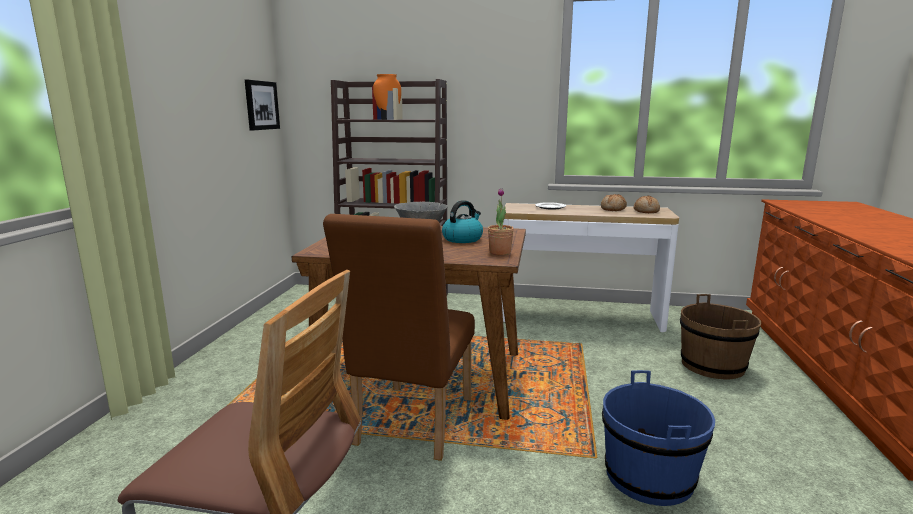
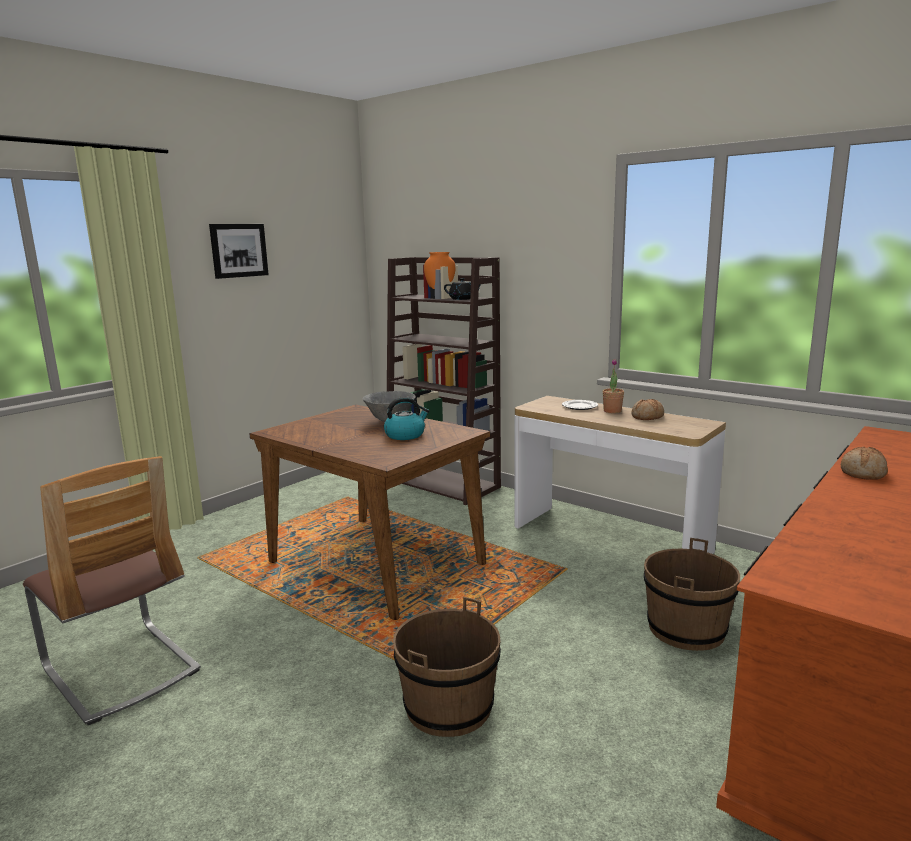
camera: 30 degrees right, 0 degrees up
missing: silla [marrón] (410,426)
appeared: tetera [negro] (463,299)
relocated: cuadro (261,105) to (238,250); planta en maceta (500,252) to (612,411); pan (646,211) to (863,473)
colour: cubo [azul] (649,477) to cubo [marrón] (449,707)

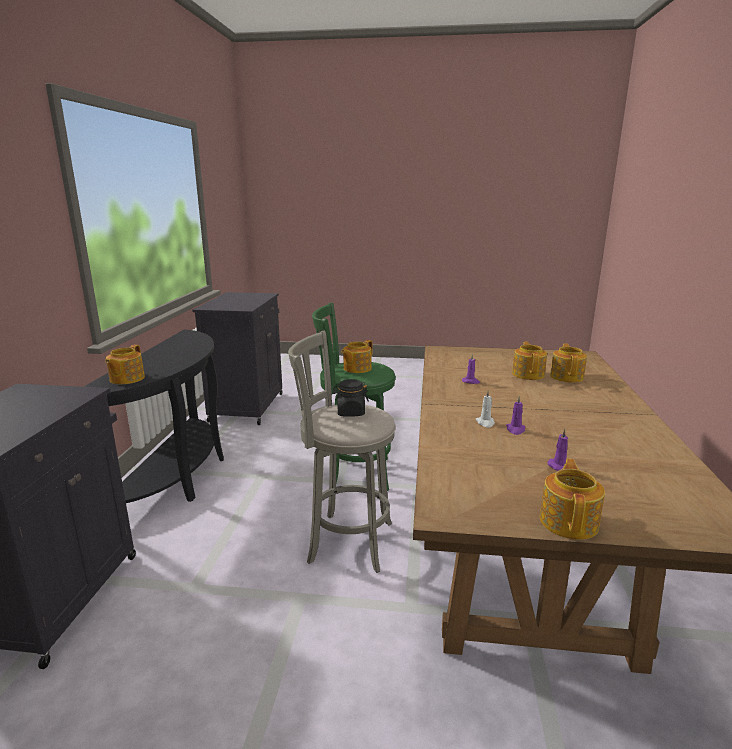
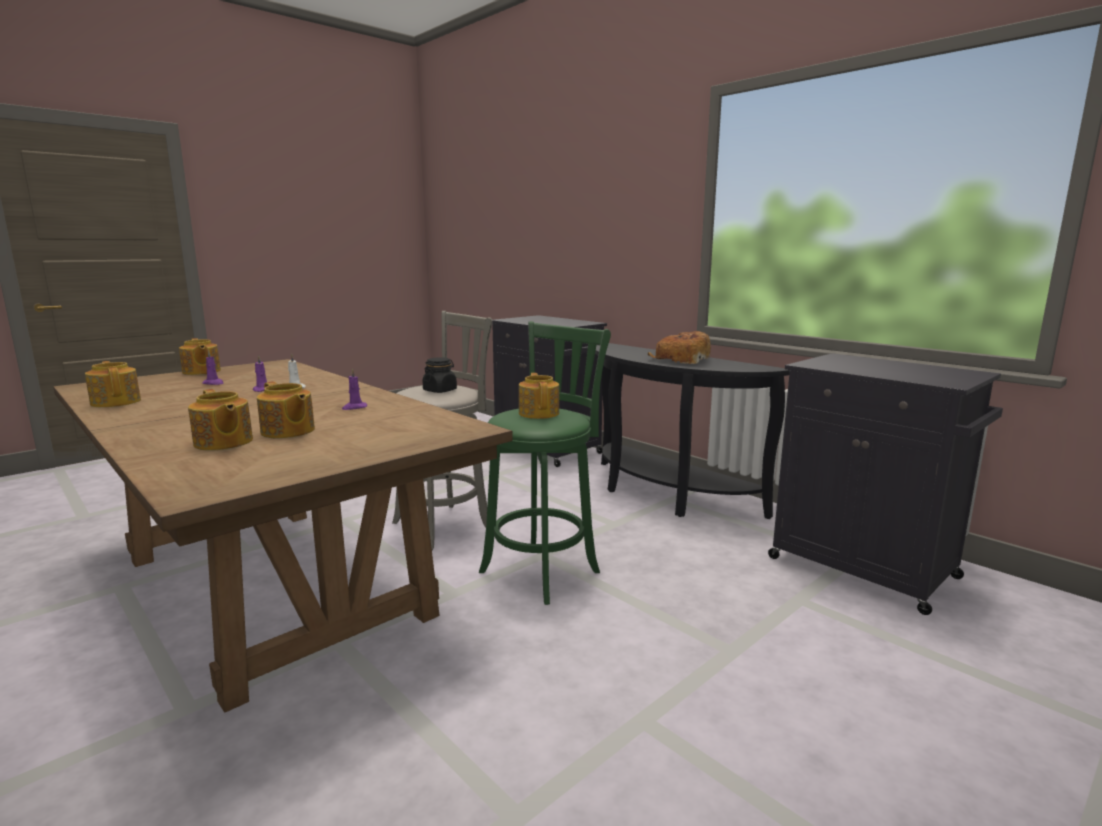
camera: 130 degrees right, 5 degrees down
appeared: pan (680,360)
relocated: tetera (126,379) to (116,402)

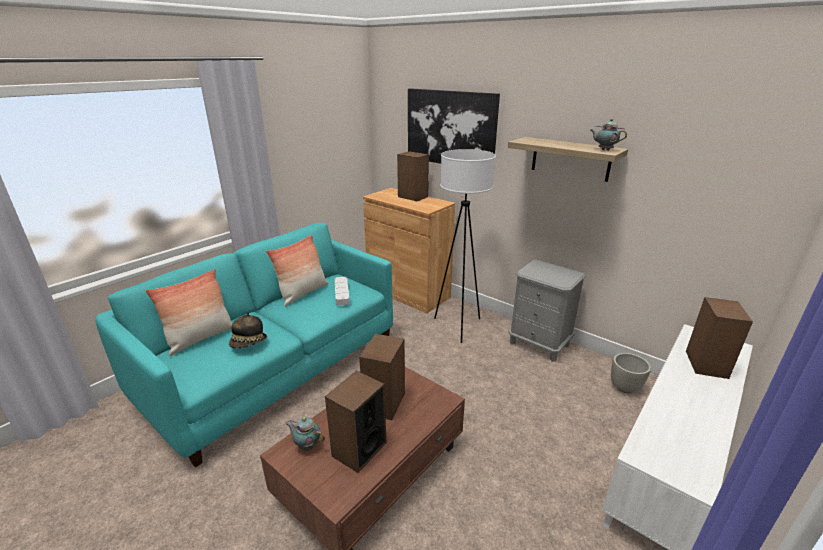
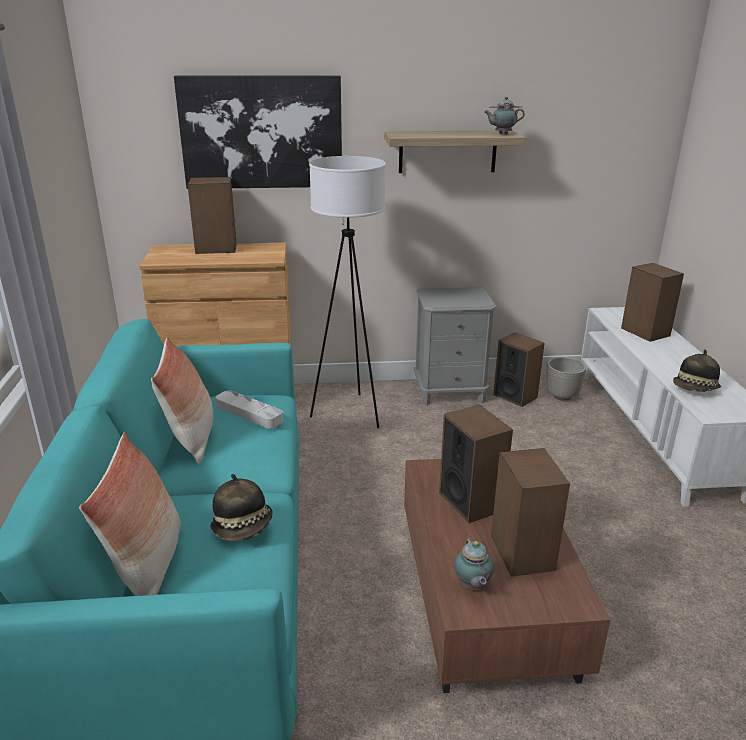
camera: 45 degrees left, 0 degrees up
appeared: altavoz (515,396); sombrero (695,389)
spun: tetera (307,445) = (472,586) 75 degrees counterclockwise

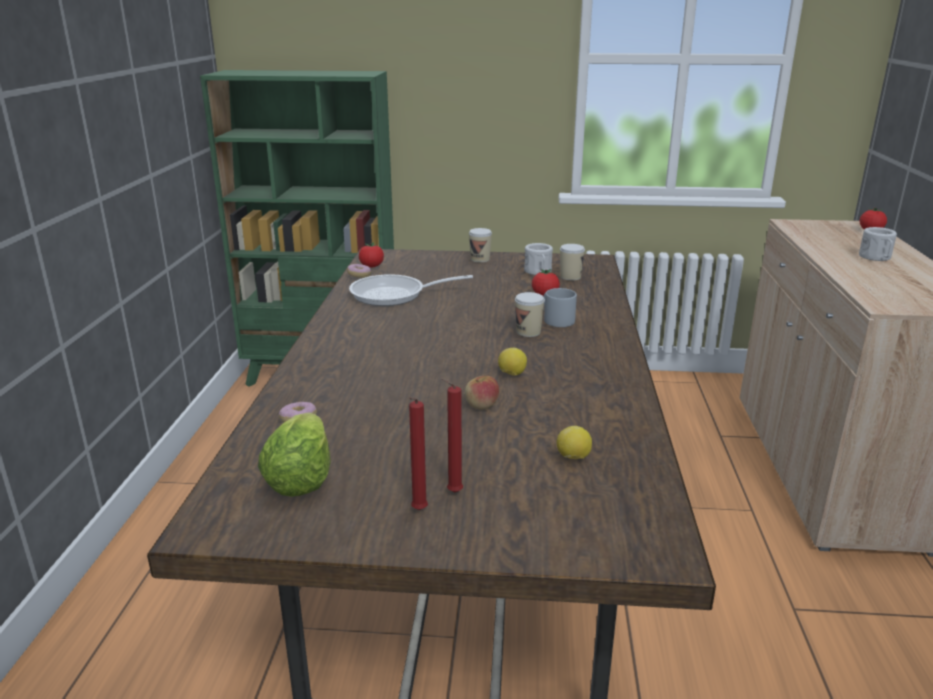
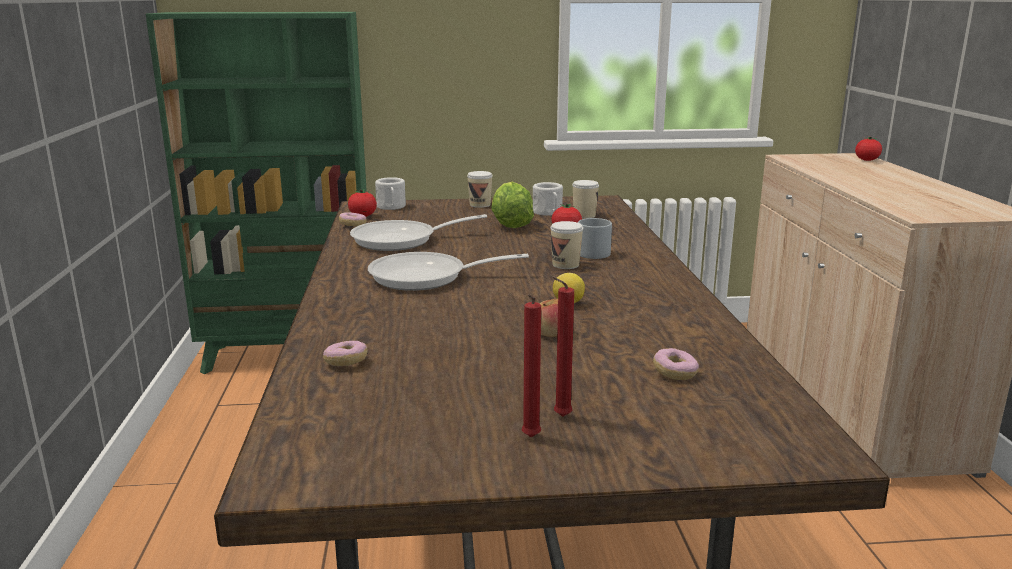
camera: 10 degrees left, 5 degrees down
appeared: sartén (426,277)
relocated: lechuga (300,479) to (510,224); taza grande [blanco] (876,258) to (391,207)
exchanged: limón (573,458) to rosquilla (675,373)

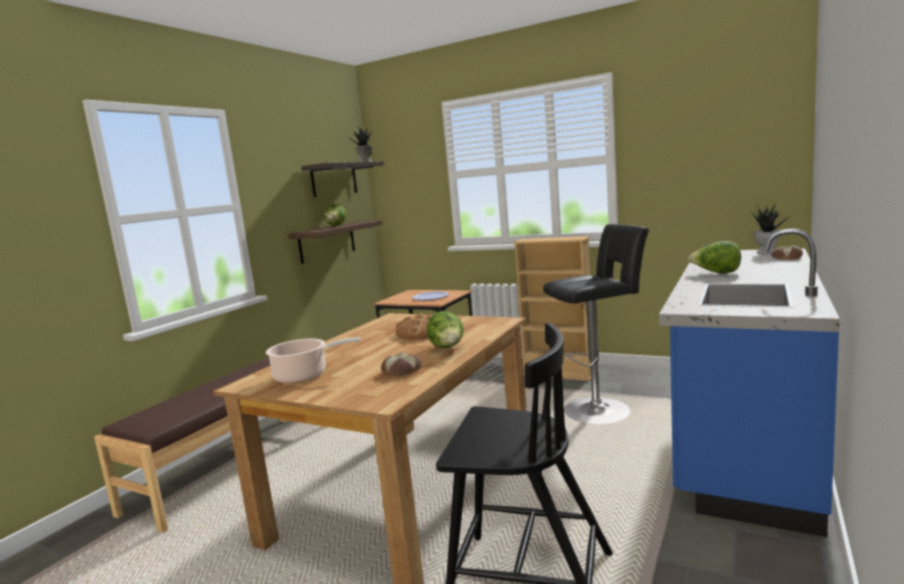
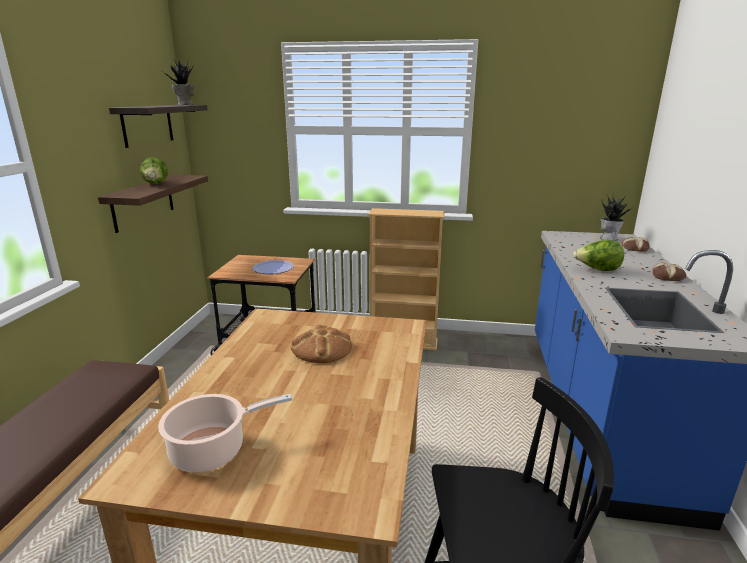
camera: 20 degrees left, 10 degrees up
missing: lechuga (448,349); taburete [negro] (601,409)
relocated: pan (402,371) to (668,277)

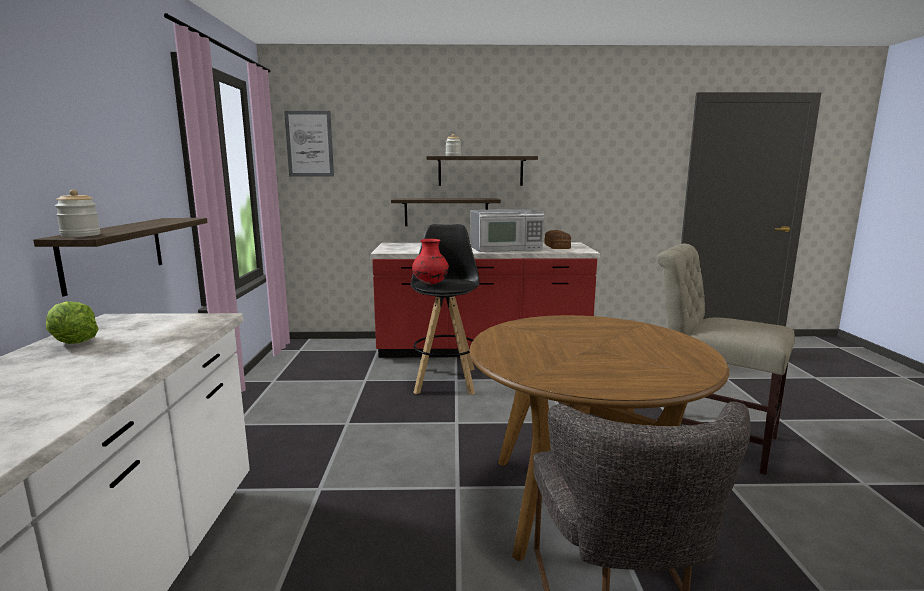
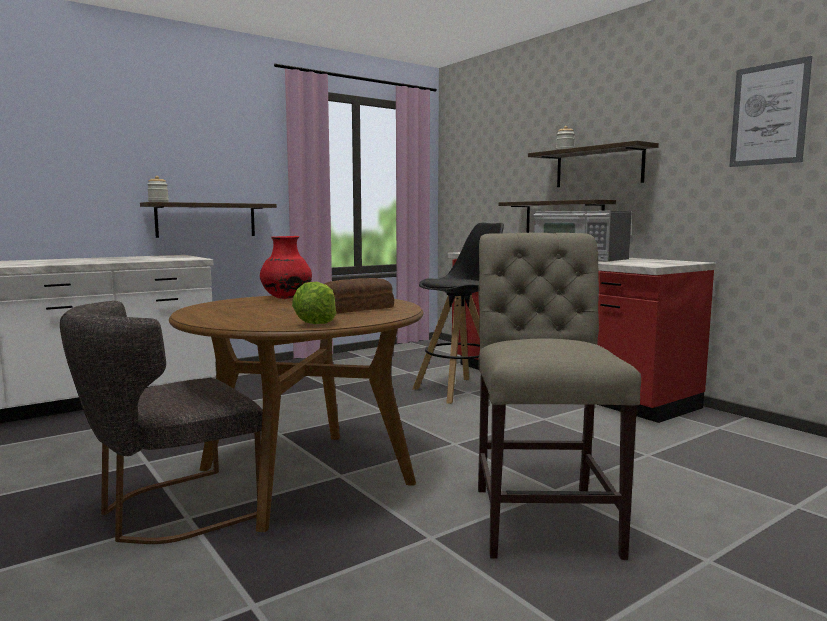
camera: 55 degrees right, 5 degrees down
relocated: lechuga (73,342) to (316,323); cuadro (309,144) to (769,114); florero [rojo] (430,283) to (286,298); pan (557,246) to (358,309)

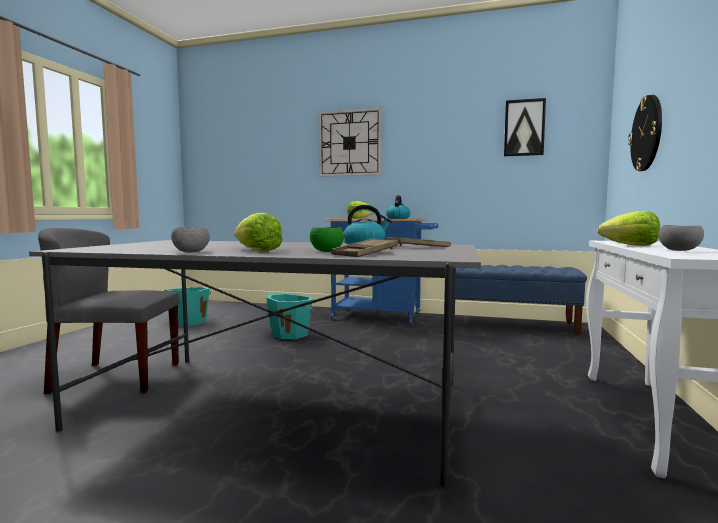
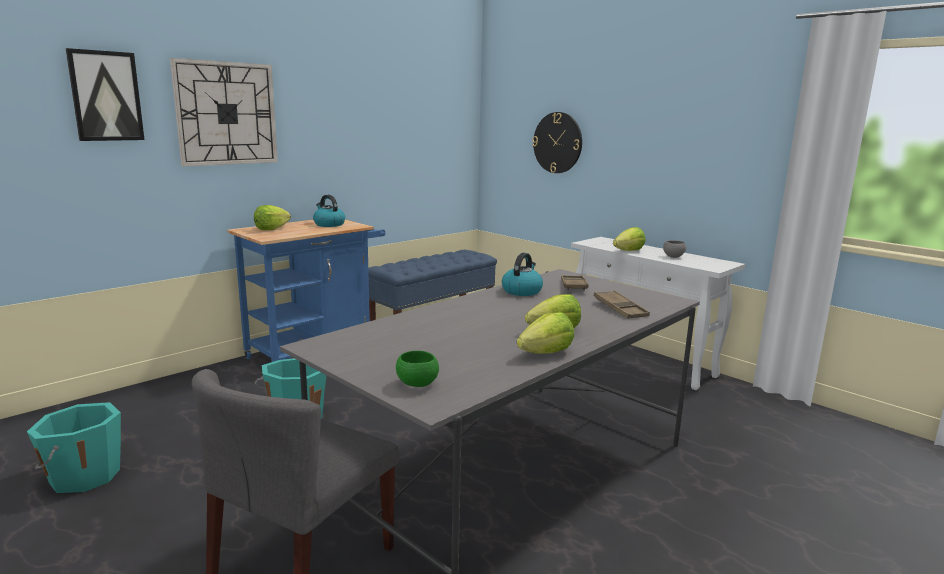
camera: 60 degrees left, 10 degrees up
relocated: cuenco [verde] (327,251) to (417,384); cuadro (524,128) to (106,96)
exchanged: cuenco [gris] (191,252) to lechuga (546,353)

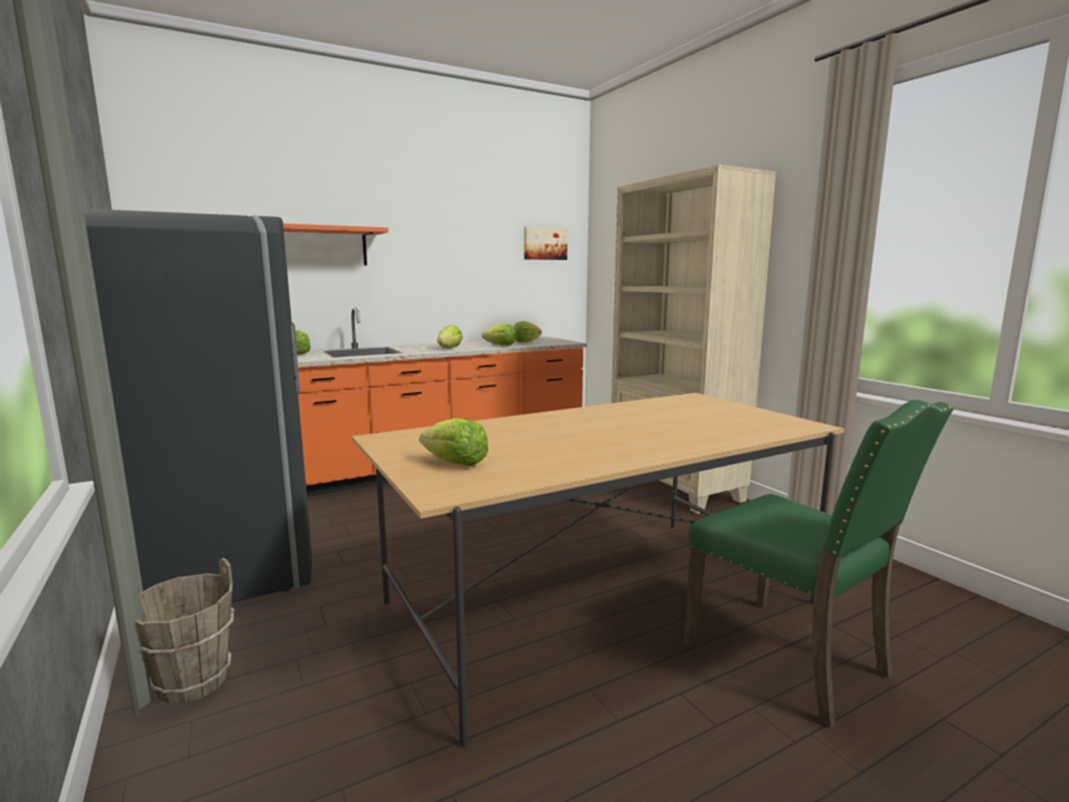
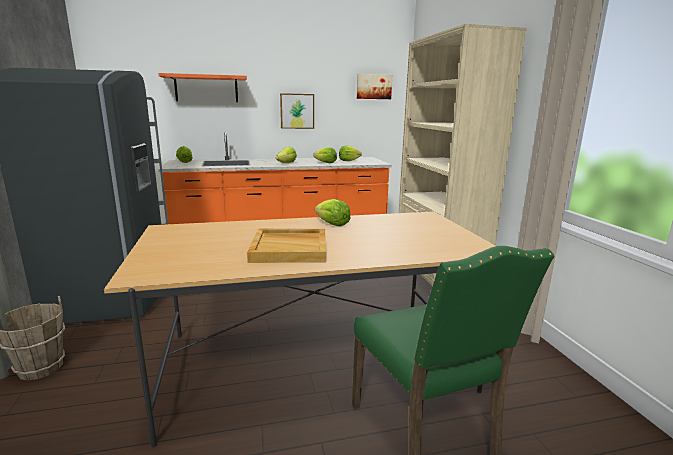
camera: 15 degrees right, 5 degrees up
appeared: bandeja [beis] (290,248); cuadro (297,111)
relocated: lechuga (455,463) to (332,224)

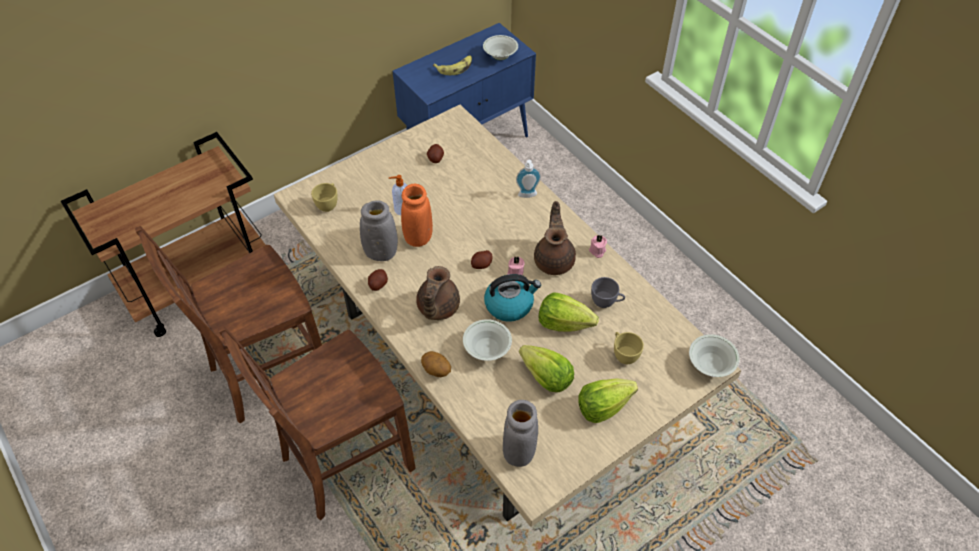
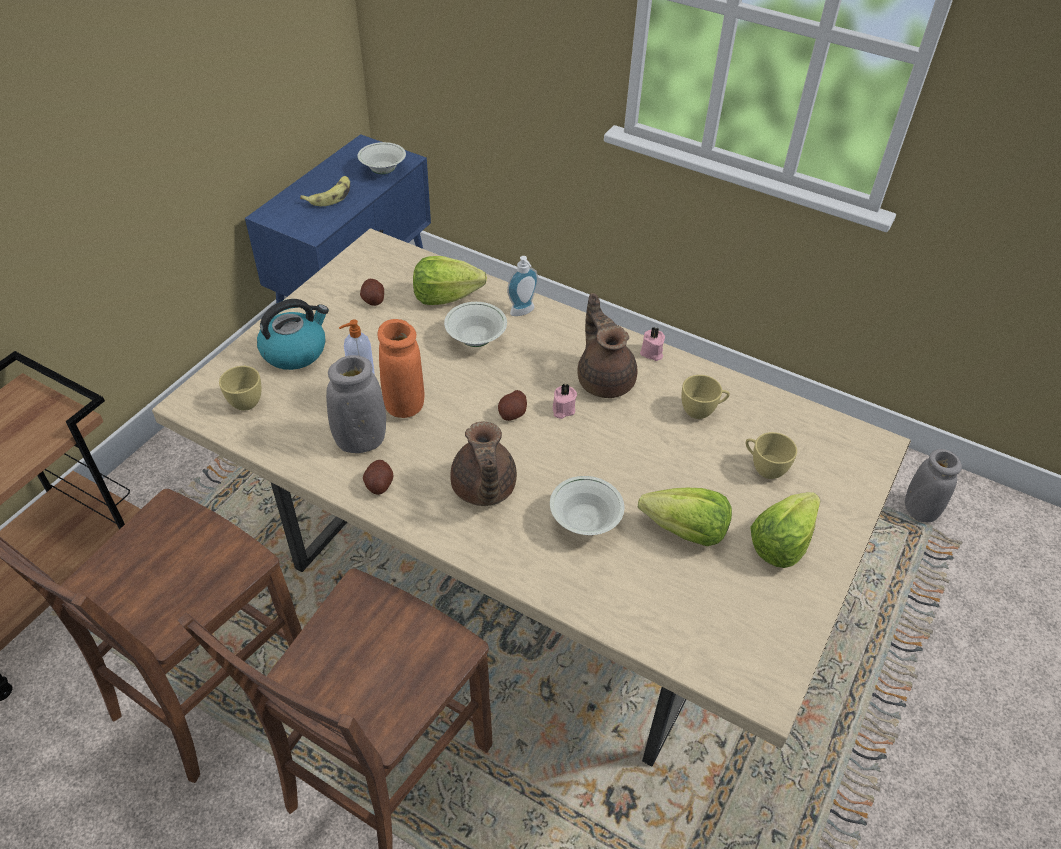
camera: 25 degrees left, 5 degrees down
missing: patata (436,371)
relocated: hervidor (509,305) to (295,351); florero [gris] (519,451) to (919,510); lechuga (564,323) to (445,296); cuenco [blanco] (710,365) to (476,340)
colour: taza [gris] (606,302) to taza [amarillo] (702,411)

